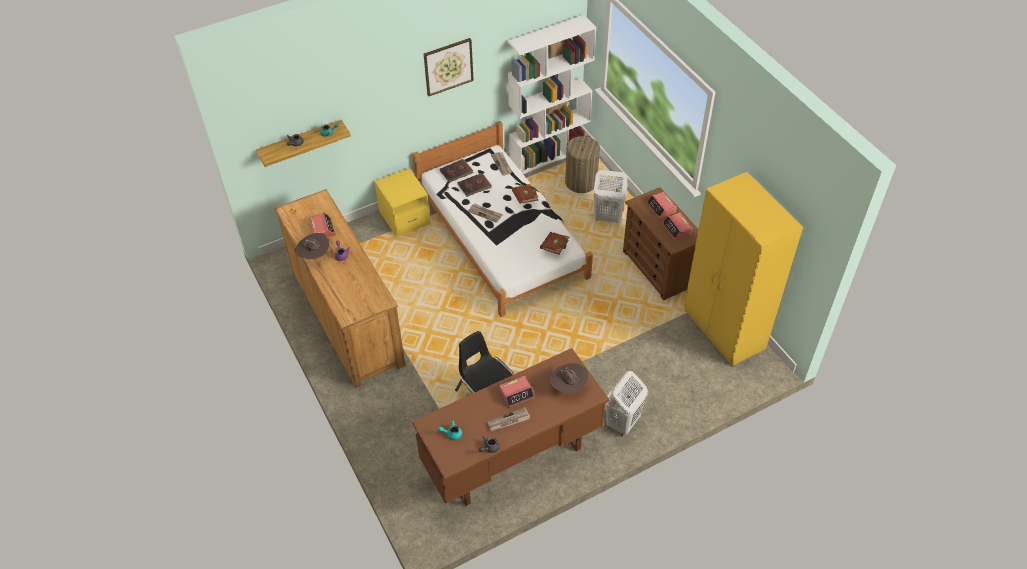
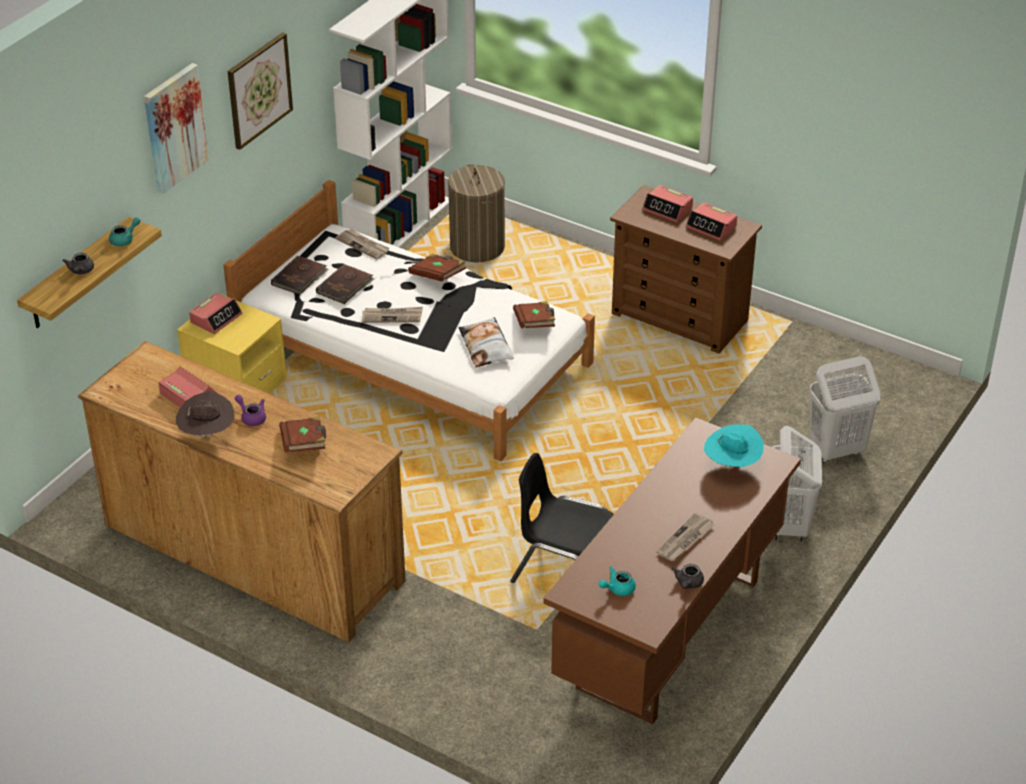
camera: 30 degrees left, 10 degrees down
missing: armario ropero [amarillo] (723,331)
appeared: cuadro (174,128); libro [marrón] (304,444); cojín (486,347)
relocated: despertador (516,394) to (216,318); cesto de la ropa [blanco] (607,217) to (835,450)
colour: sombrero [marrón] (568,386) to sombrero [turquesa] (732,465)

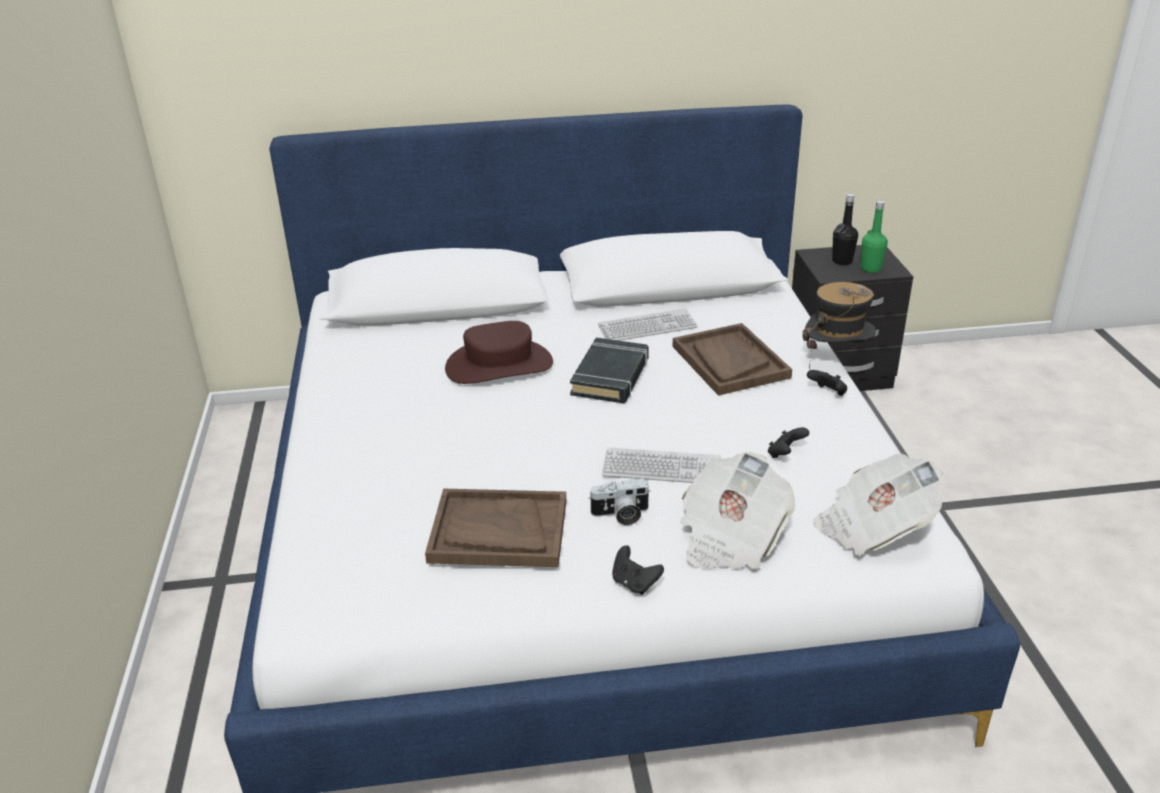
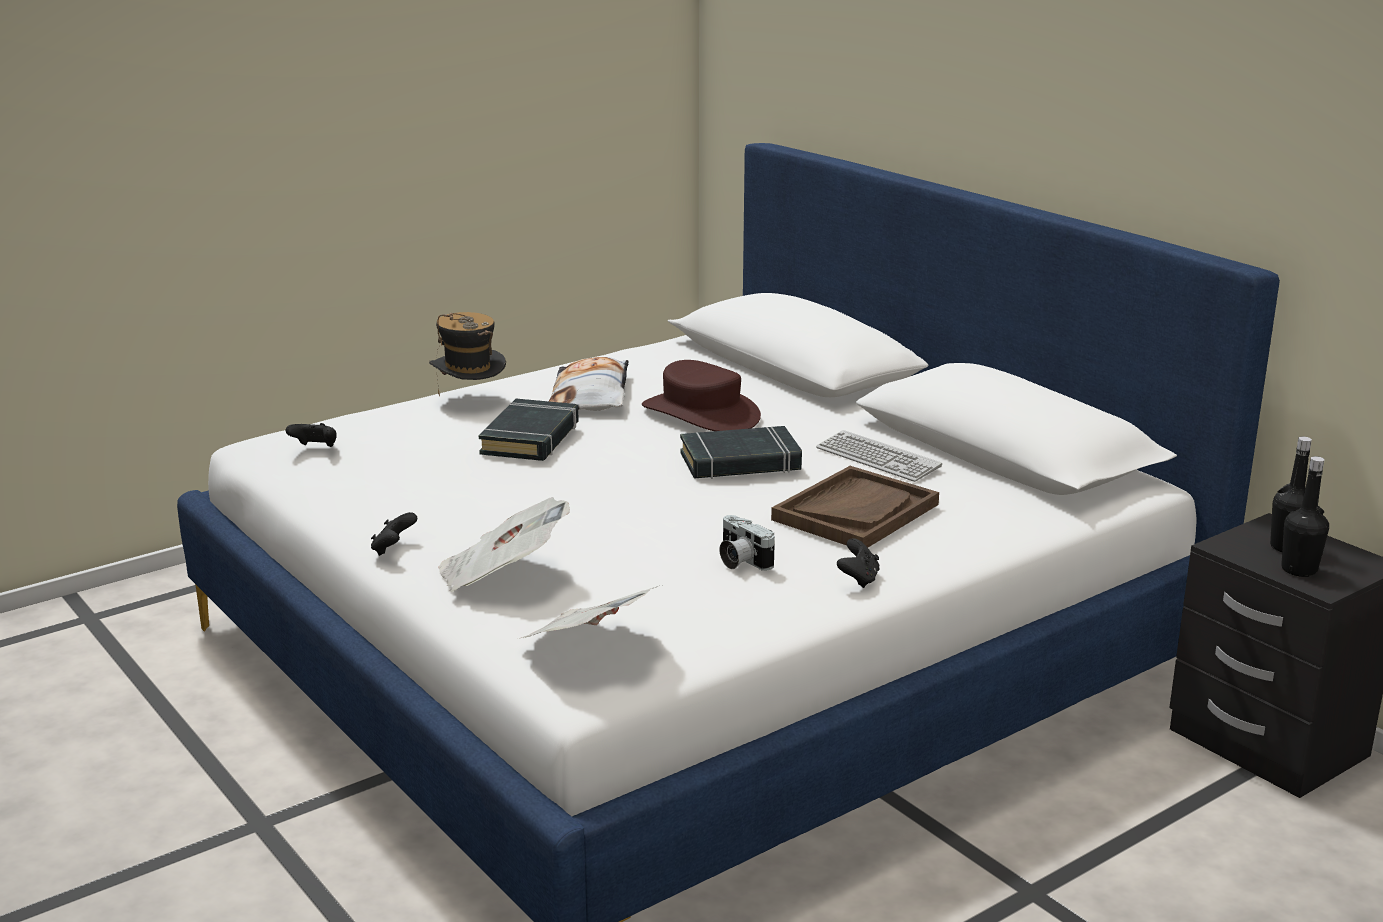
camera: 60 degrees right, 10 degrees down
missing: bandeja [marrón] (498,531); teclado (661,468)
appeared: libro [negro] (531,438); cojín (591,397)
relocated: cámara (621,515) to (740,561); mando de consola [negro] (785,454) to (315,448); sombrero (835,360) to (469,404)
colour: botella [verde] (870,268) to botella [negro] (1299,570)

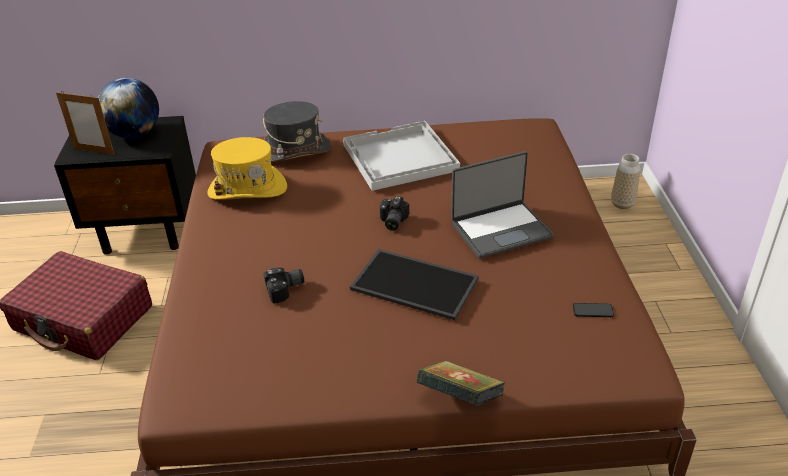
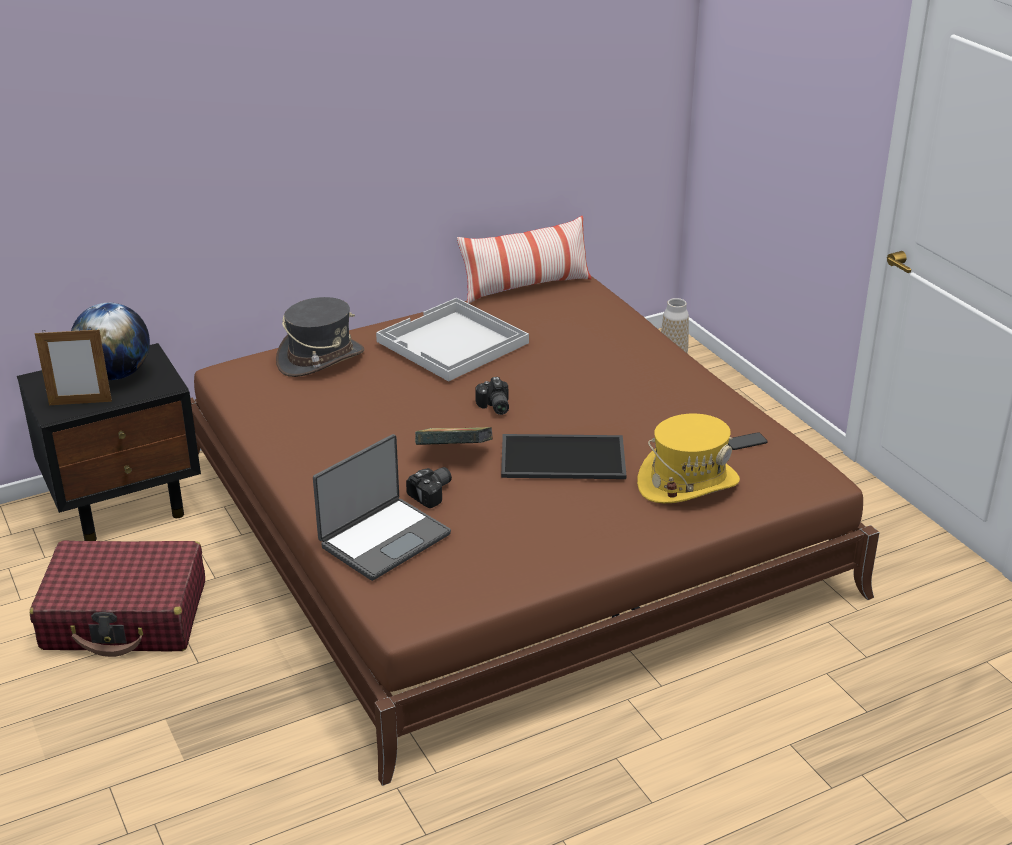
camera: 25 degrees left, 5 degrees down
appeared: cojín (525,287)
relocated: sombrero [amarillo] (247,189) to (688,483); libro (460,399) to (454,454); portátil (500,230) to (383,539)

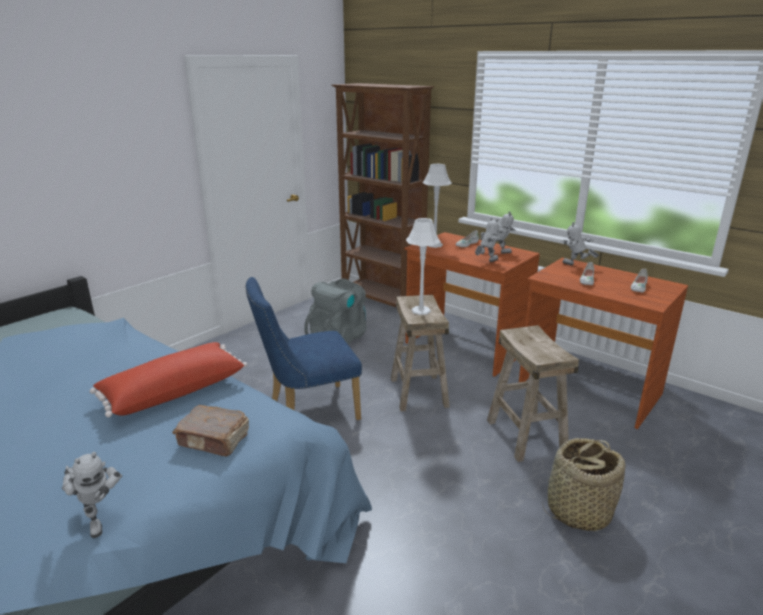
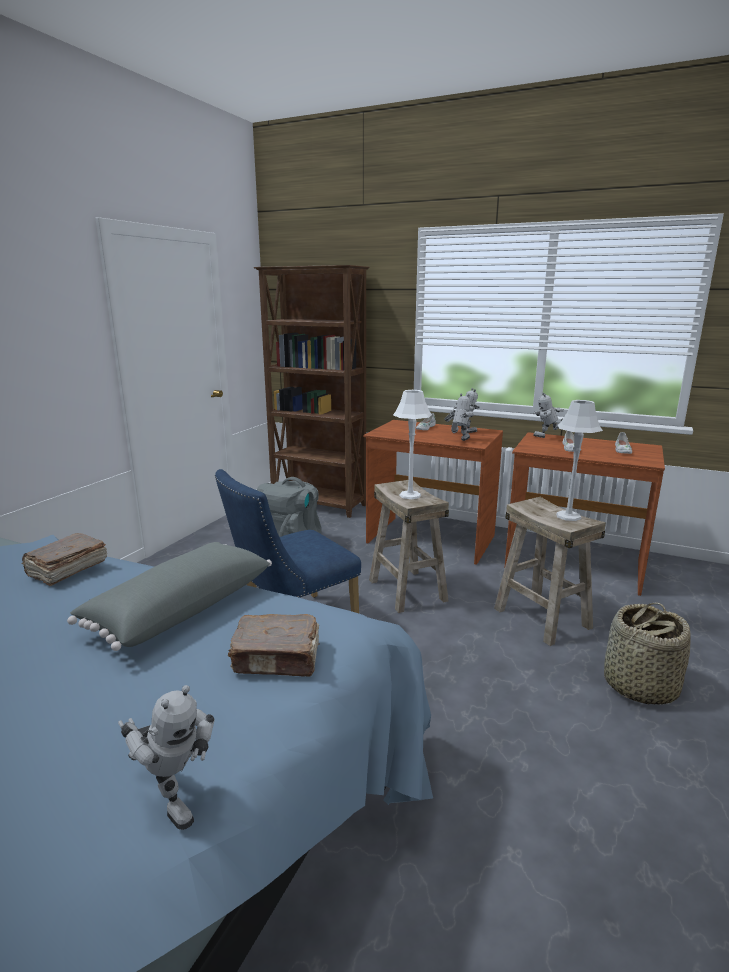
camera: 15 degrees left, 5 degrees down
appeared: libro [marrón] (66,570)
relocated: lámpara de mesa [gris] (434,245) to (568,516)
colour: cojín [rojo] (173,391) to cojín [gris] (180,608)

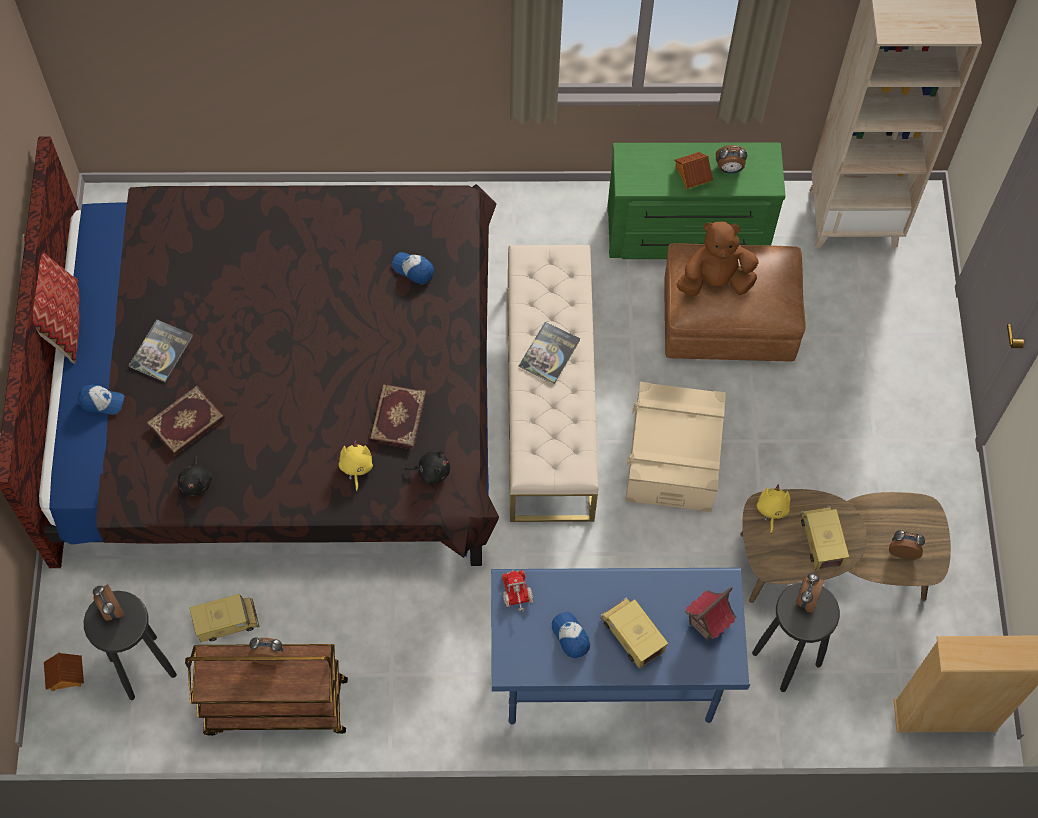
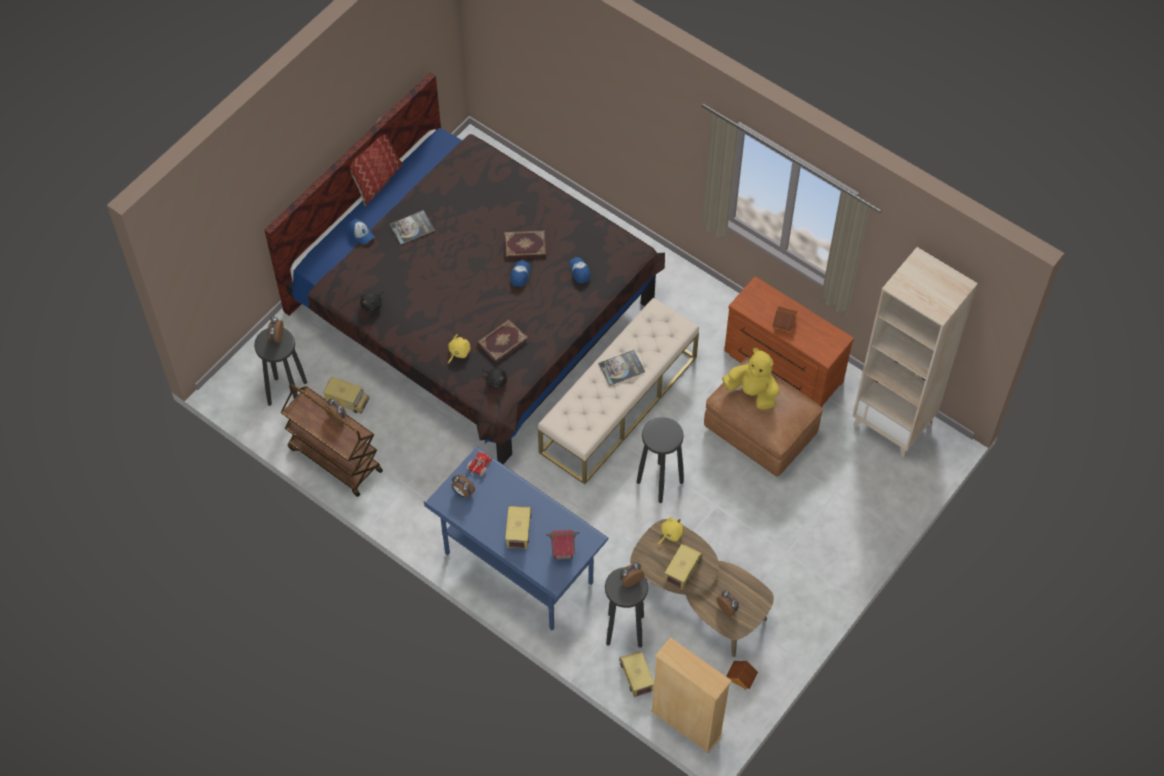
camera: 40 degrees right, 5 degrees down
appeared: camión de juguete (636,676)
relocated: casita (65,676) to (740,677); libro (187,423) to (525,246); gorra (571,636) to (520,275); despertador (729,169) to (462,492)
exchanged: caja de almacenaje [beis] (673,458) to taburete [negro] (659,482)
colour: cómoda [verde] (687,235) to cómoda [marrón] (781,368); peluche [marrón] (715,281) to peluche [amarillo] (752,392)

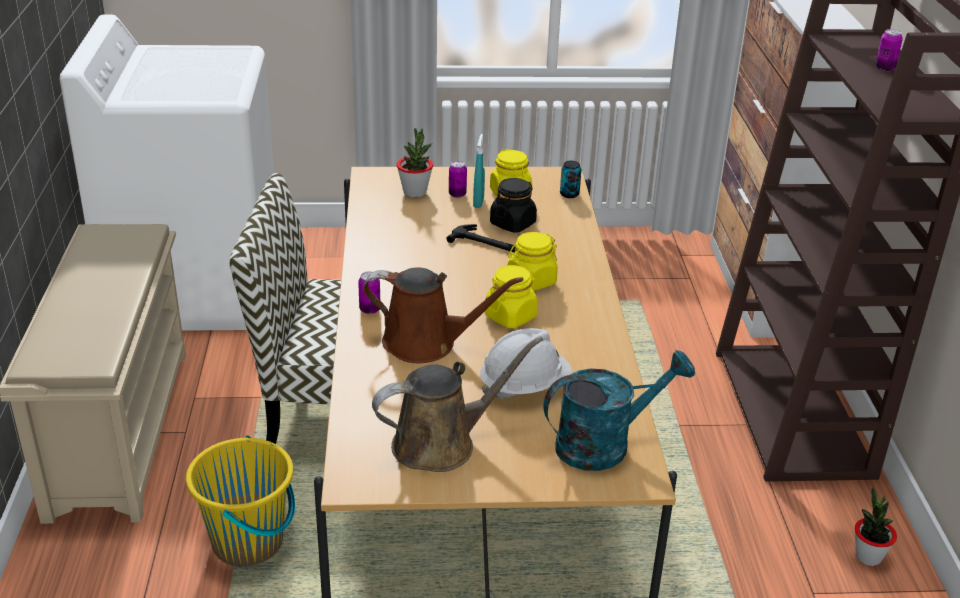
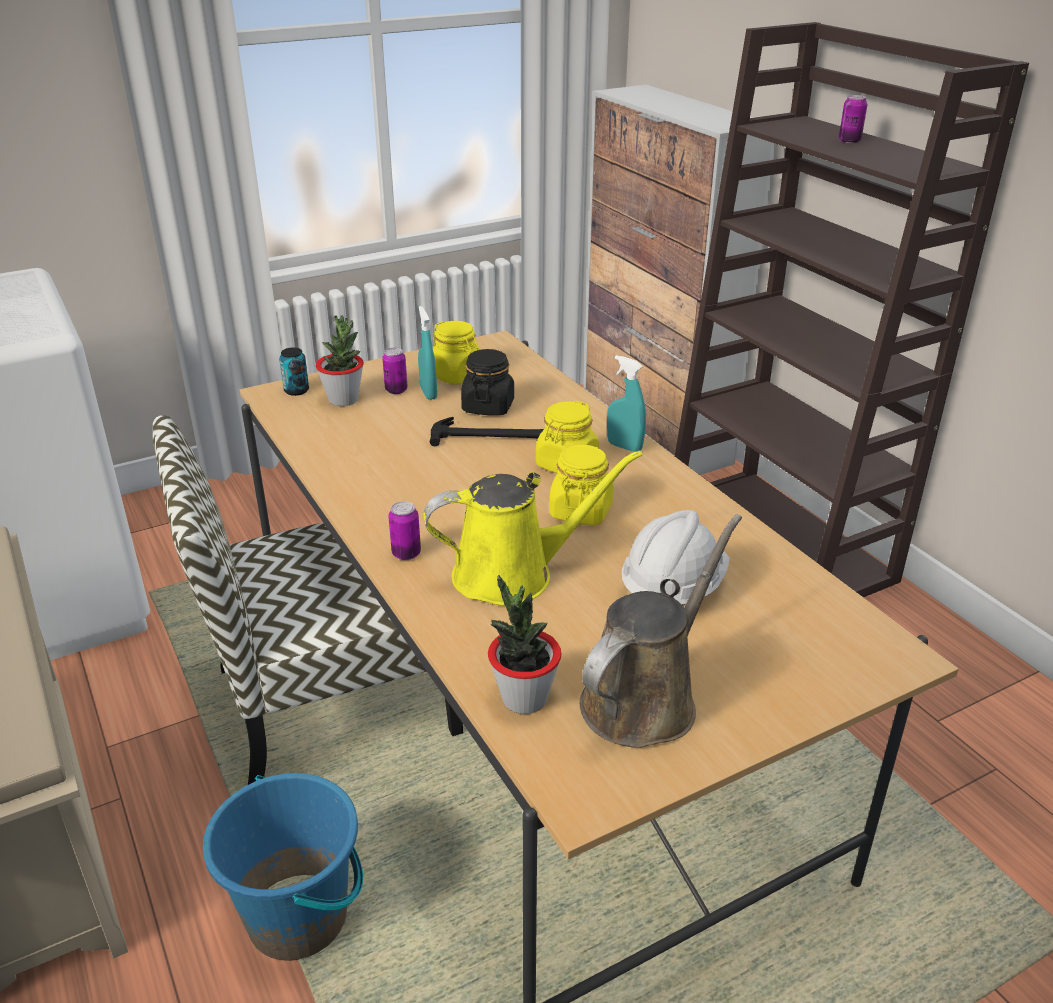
camera: 25 degrees left, 0 degrees up
missing: regadera [turquesa] (605,444)
appeared: pulverizador [turquesa] (624,447)
relocated: lata (569,194) to (296,390); planta en maceta (868,556) to (524,698)
colour: cubo [amarillo] (248,542) to cubo [azul] (299,917); regadera [marrón] (426,343) to regadera [amarillo] (513,574)

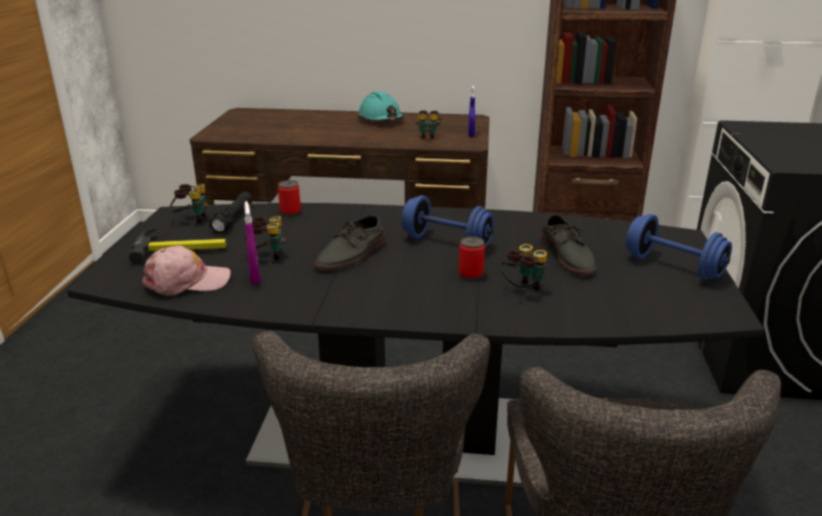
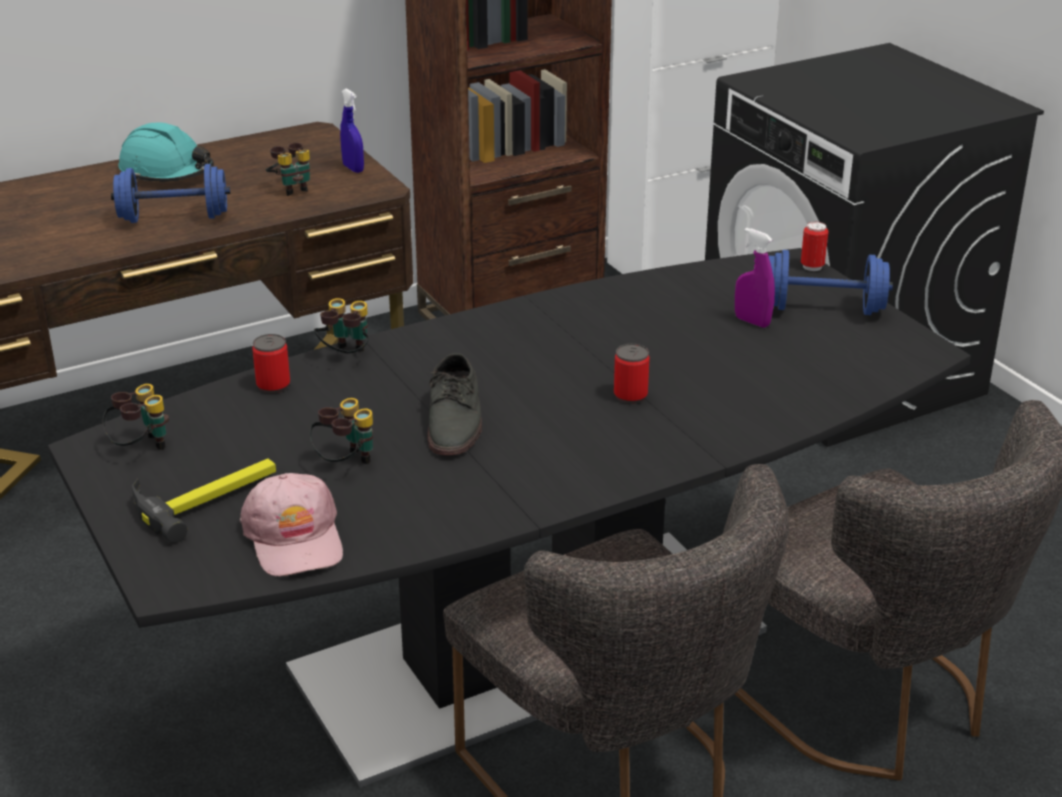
camera: 35 degrees left, 5 degrees up
missing: linterna [negro] (233,219); zapato [gris] (568,256)
appeared: lata (812,266)
relocated: pulverizador [morado] (254,278) to (752,321); mancuerna [azul] (447,242) to (174,218); prismáticos (522,290) to (346,356)
spun: gorra [rosa] (187,281) = (295,538) 120 degrees clockwise

